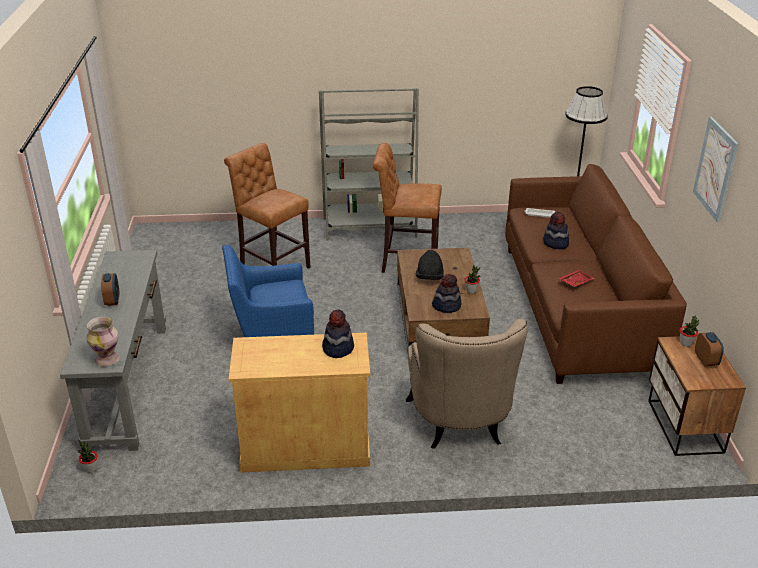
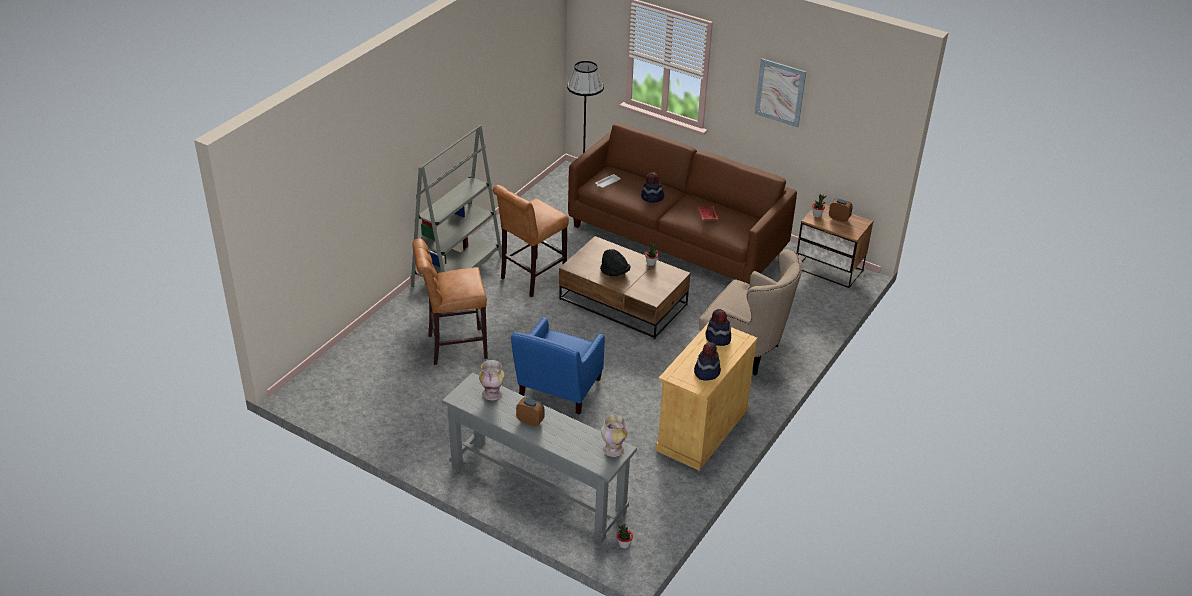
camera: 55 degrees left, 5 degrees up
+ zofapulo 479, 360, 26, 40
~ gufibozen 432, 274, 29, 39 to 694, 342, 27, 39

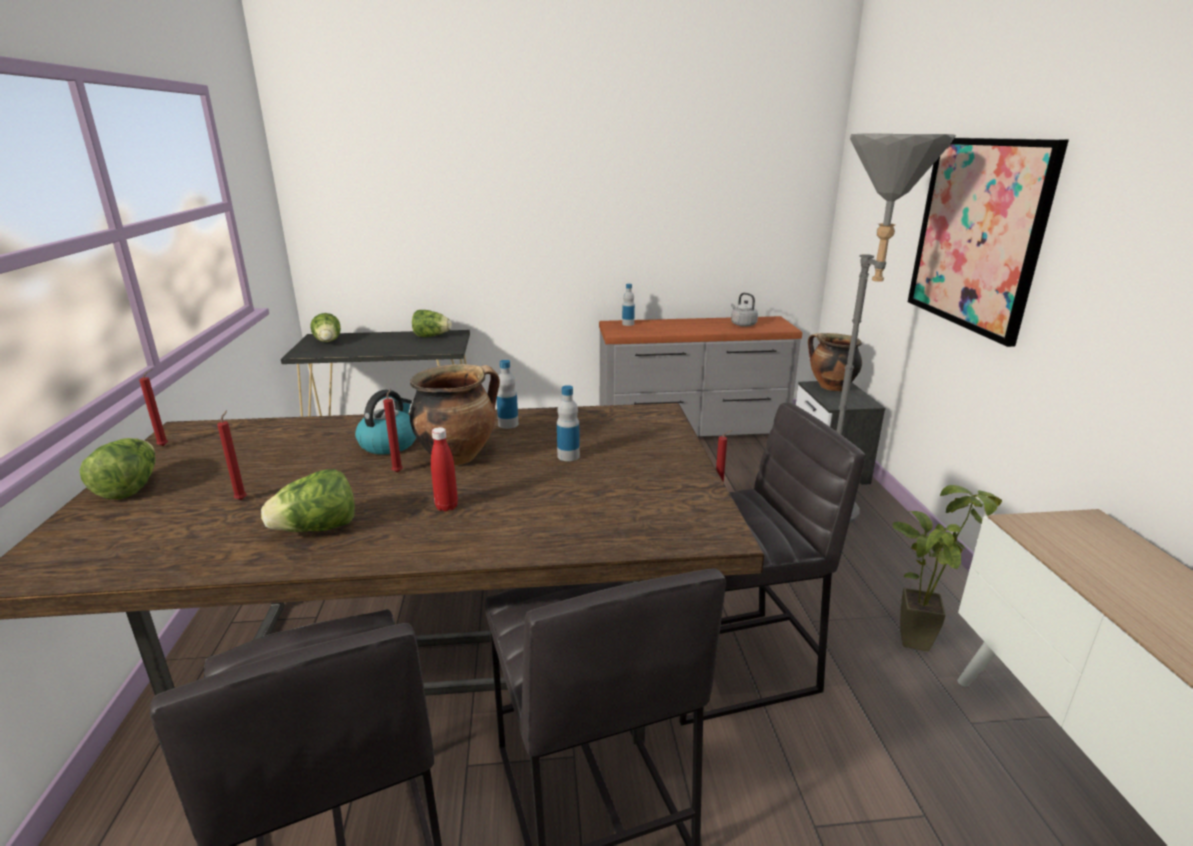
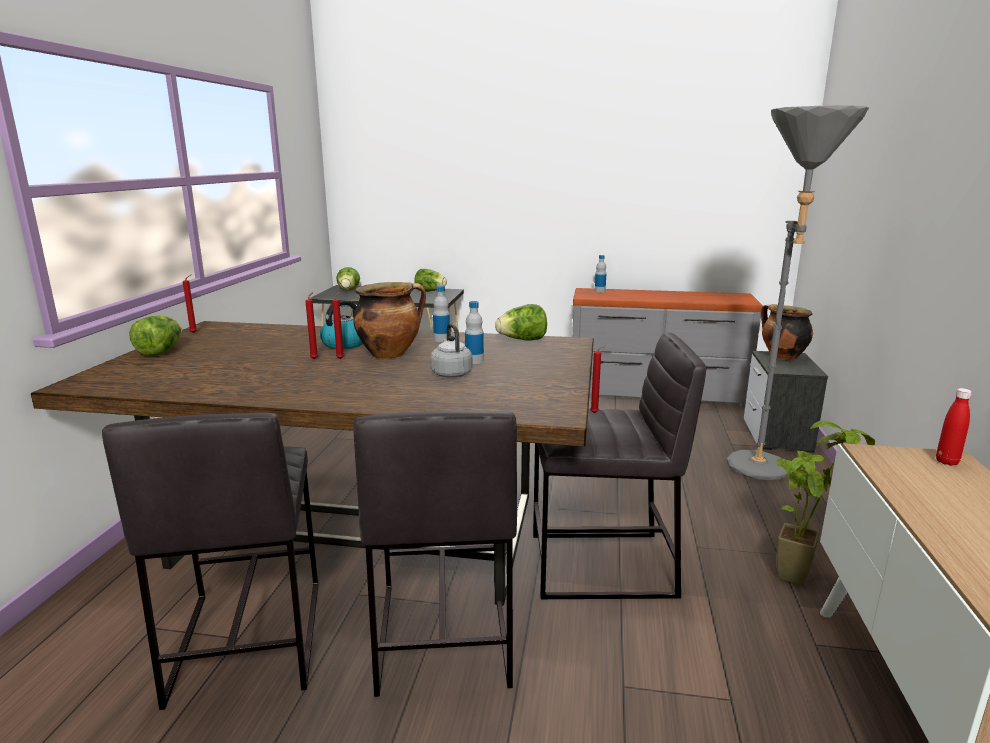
camera: 15 degrees right, 5 degrees down
- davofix 908, 138, 161, 209
~ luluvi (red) 217, 410, 30, 90 to 305, 292, 13, 67
~ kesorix 261, 469, 94, 63 to 495, 304, 52, 37
~ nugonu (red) 431, 427, 27, 85 to 936, 388, 36, 78
~ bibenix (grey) 731, 293, 27, 34 to 431, 323, 41, 55

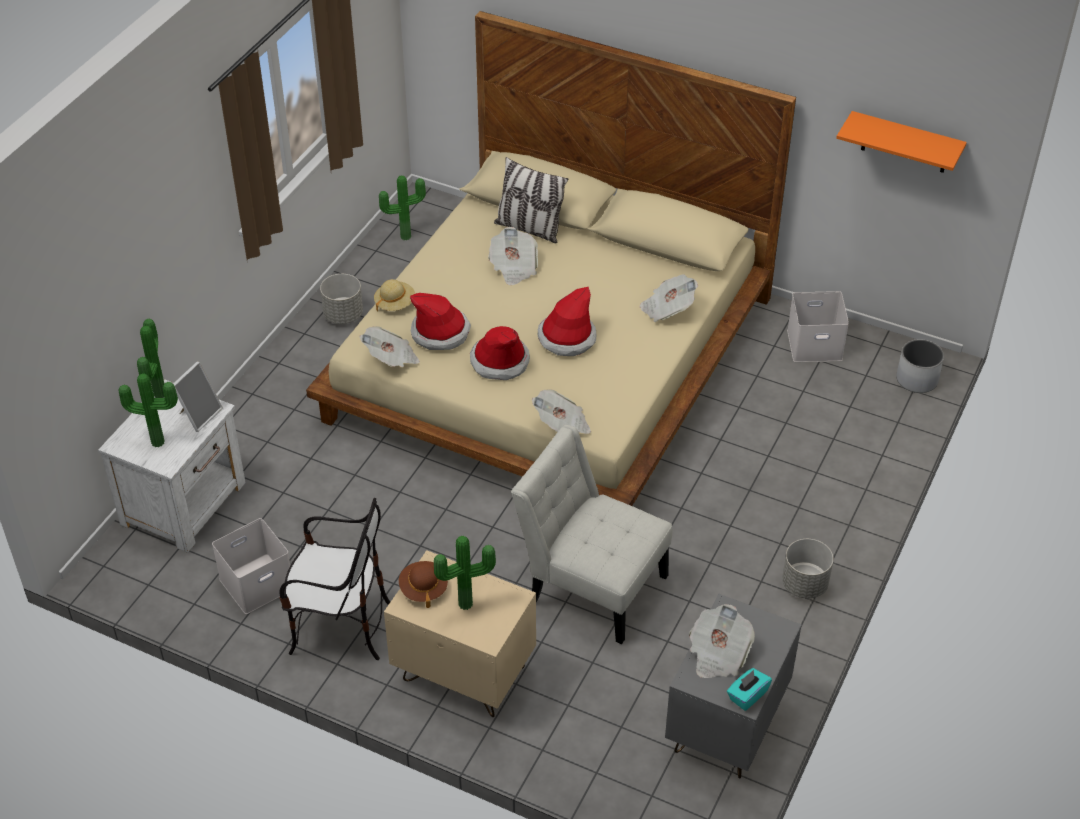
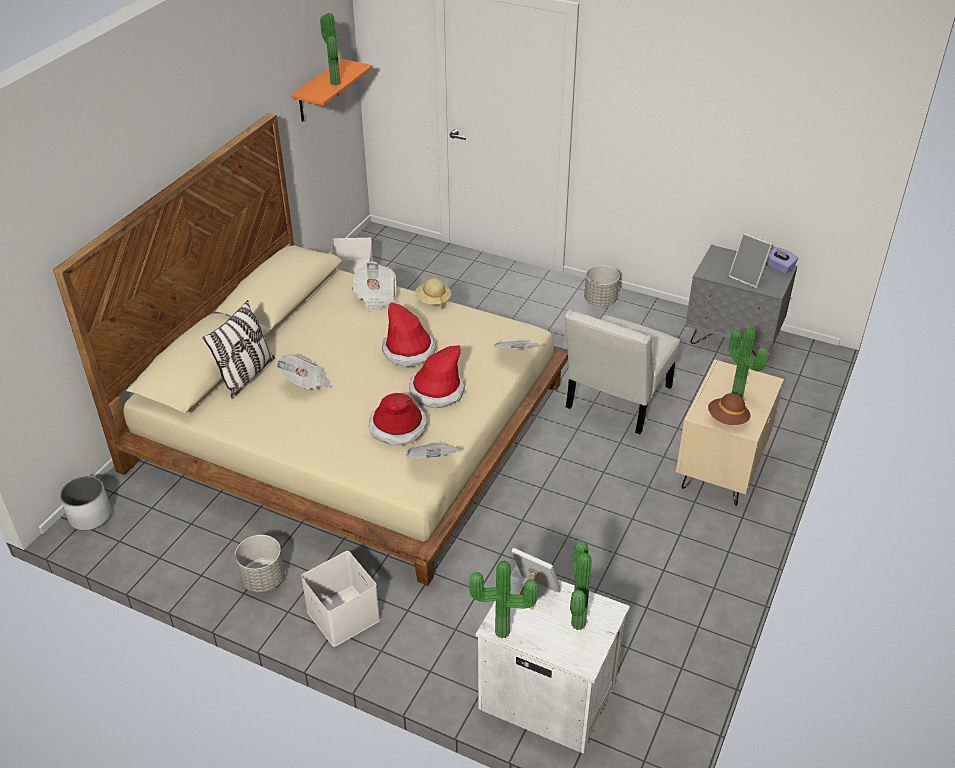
camera: 90 degrees left, 5 degrees down
- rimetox 280, 498, 110, 162
~ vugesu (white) 212, 518, 78, 96 to 301, 551, 79, 96
~ gufibozen (beige) 374, 279, 41, 33 to 415, 278, 36, 31
~ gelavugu 379, 175, 47, 65 to 320, 13, 20, 73
~ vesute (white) 896, 339, 48, 54 to 60, 476, 51, 54
~ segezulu 689, 604, 66, 74 to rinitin 728, 233, 44, 55
~ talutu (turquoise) 727, 668, 45, 43 to talutu (purple) 766, 247, 32, 27

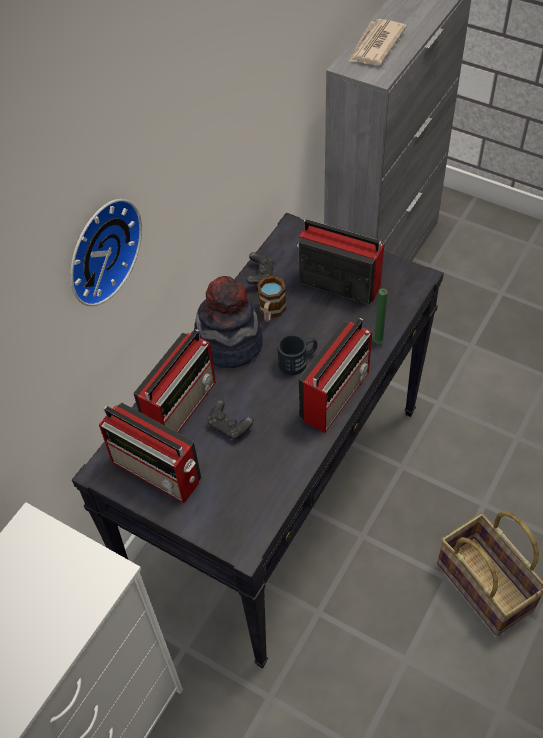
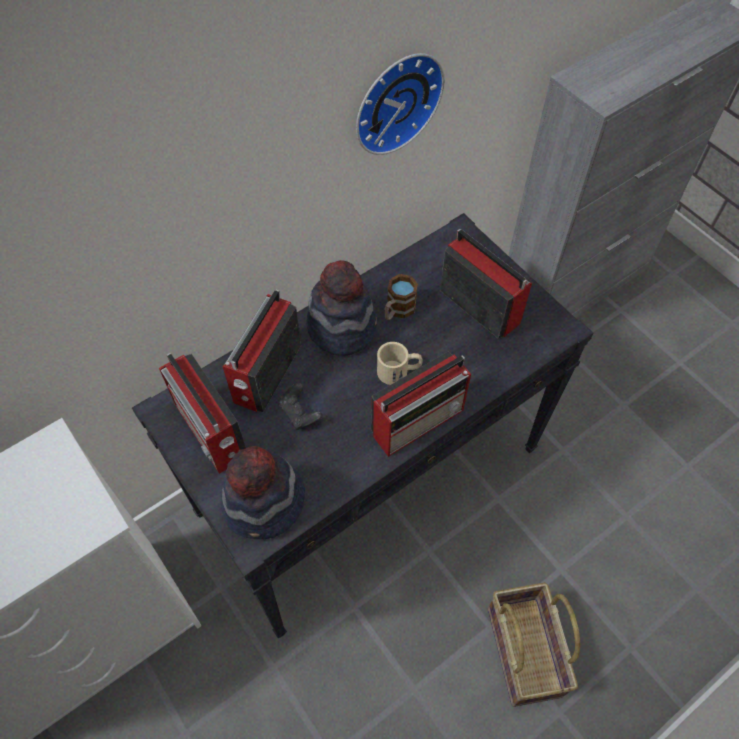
camera: 20 degrees right, 5 degrees up
- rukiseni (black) 246, 252, 28, 33
- segezulu 348, 19, 59, 46
- luluvi (green) 373, 288, 15, 56
+ gufibozen 221, 446, 84, 93
~ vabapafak 70, 199, 72, 107 to 356, 53, 89, 102
~ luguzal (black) 277, 334, 40, 41 to luguzal (beige) 377, 342, 45, 43
~ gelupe 134, 329, 82, 104 = 223, 289, 78, 123 150 degrees clockwise

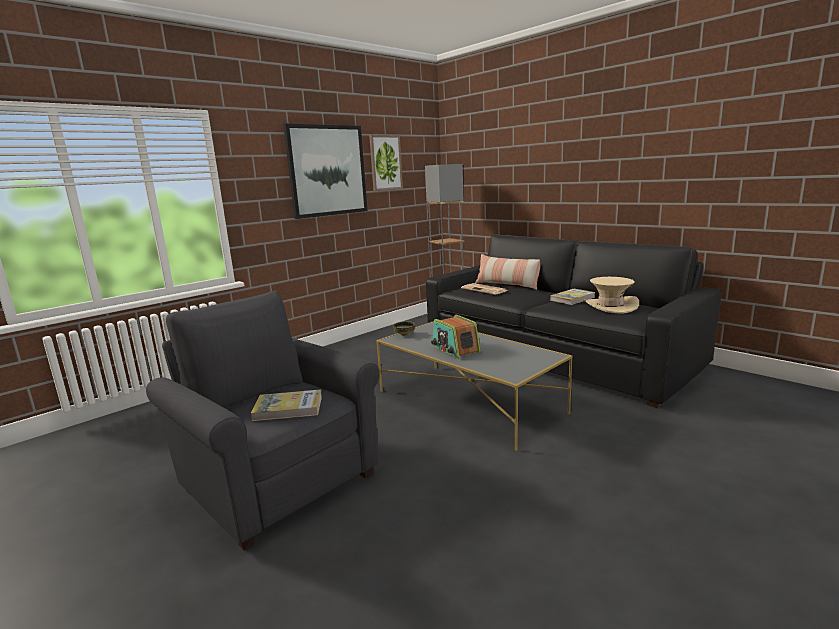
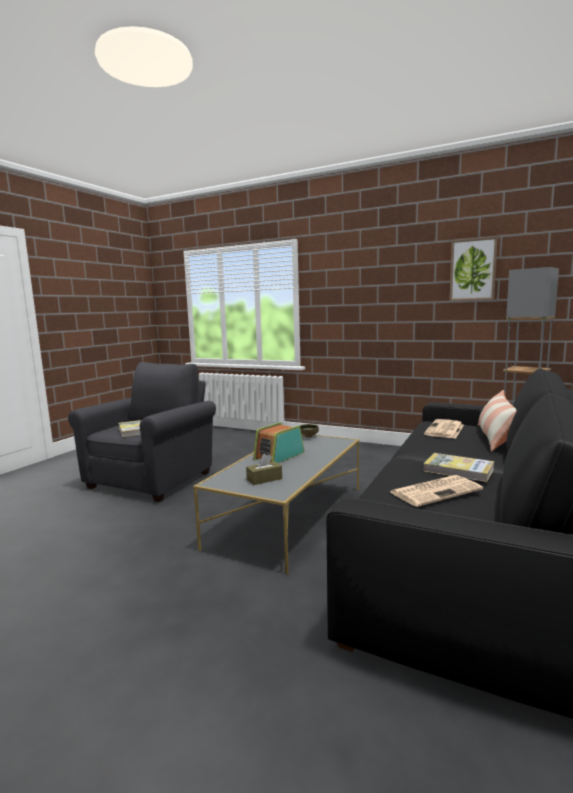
camera: 70 degrees right, 5 degrees down
- davofix 283, 124, 85, 95
+ talutu (brown) 246, 454, 36, 31
~ gufibozen (beige) 583, 277, 56, 37 to segezulu 390, 475, 93, 32

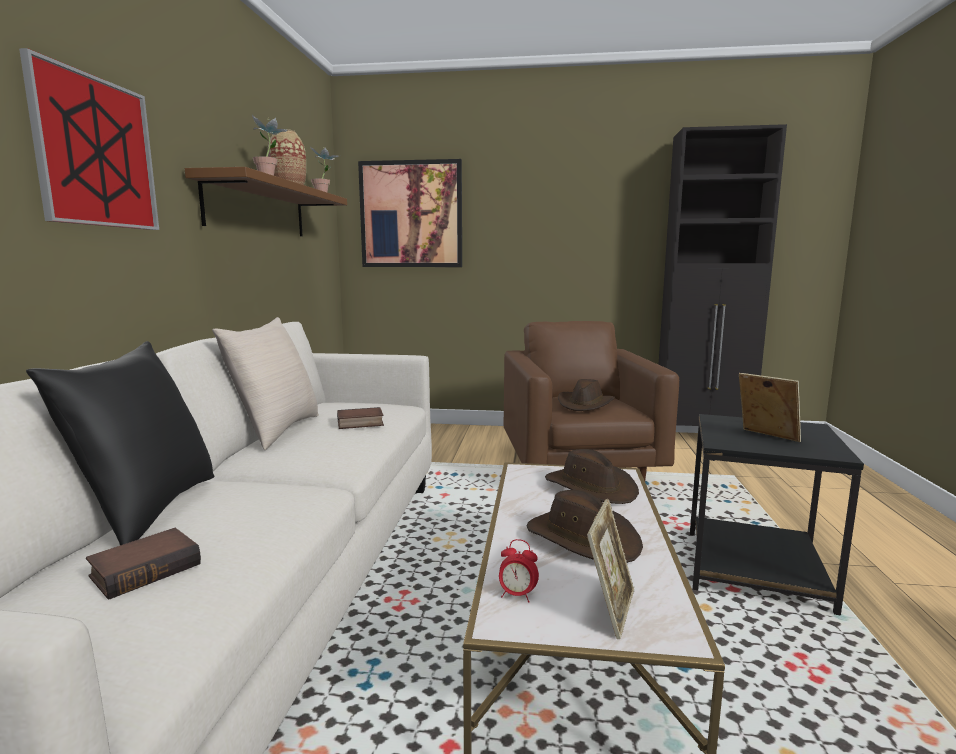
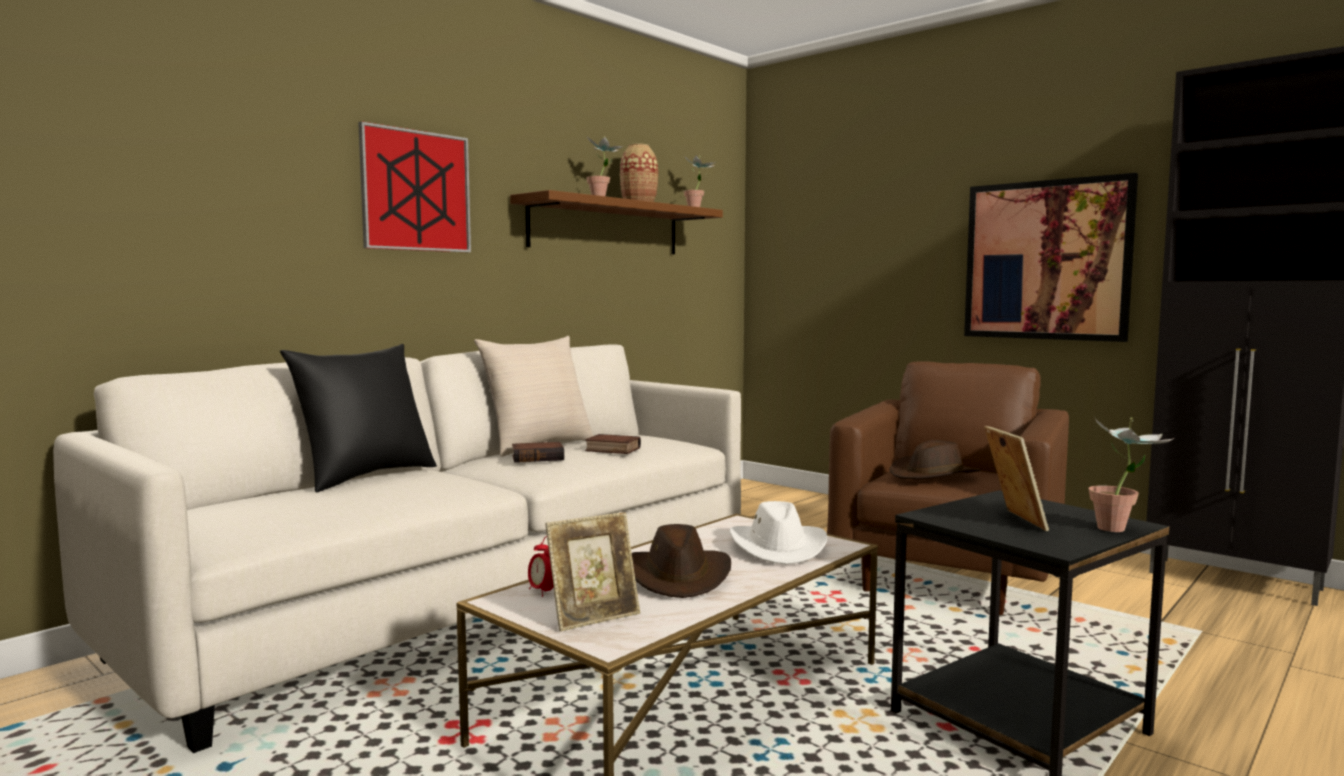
camera: 35 degrees right, 5 degrees down
+ gelavugu 1088, 417, 86, 115
~ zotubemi 86, 528, 115, 71 to 512, 442, 52, 21
~ davofix 358, 159, 104, 108 to 964, 173, 174, 169
~ gufibozen (brown) 545, 449, 94, 55 to gufibozen (white) 730, 501, 97, 63

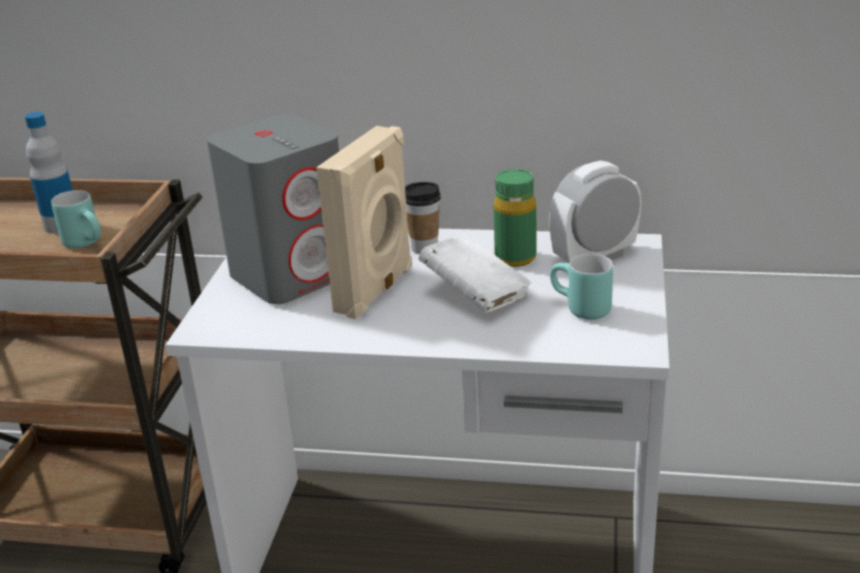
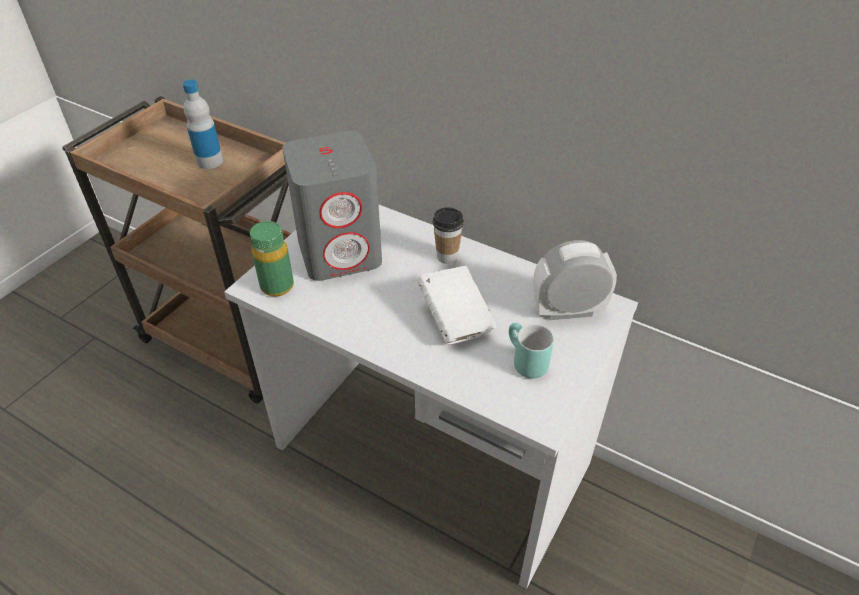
camera: 20 degrees right, 15 degrees up
- luguzal (turquoise) 51, 190, 50, 58
- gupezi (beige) 316, 126, 96, 193
~ nugonu (green) 494, 169, 42, 98 to 250, 221, 44, 76

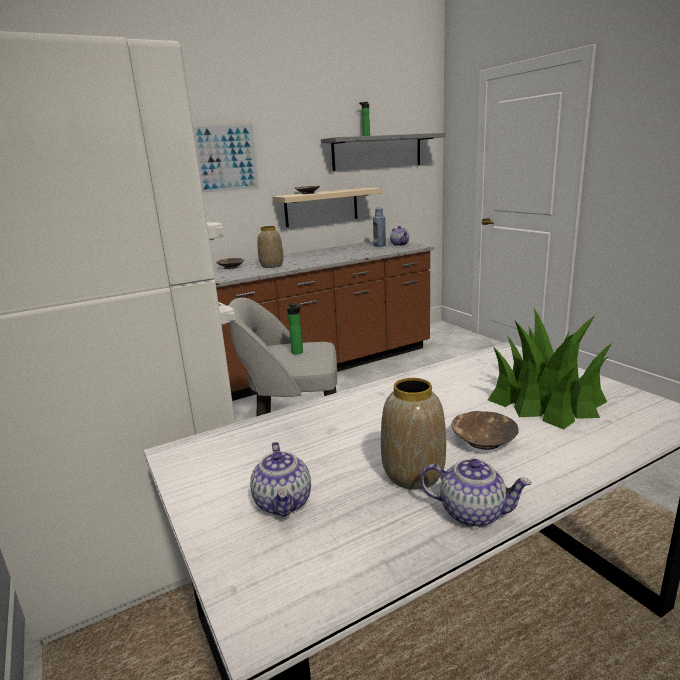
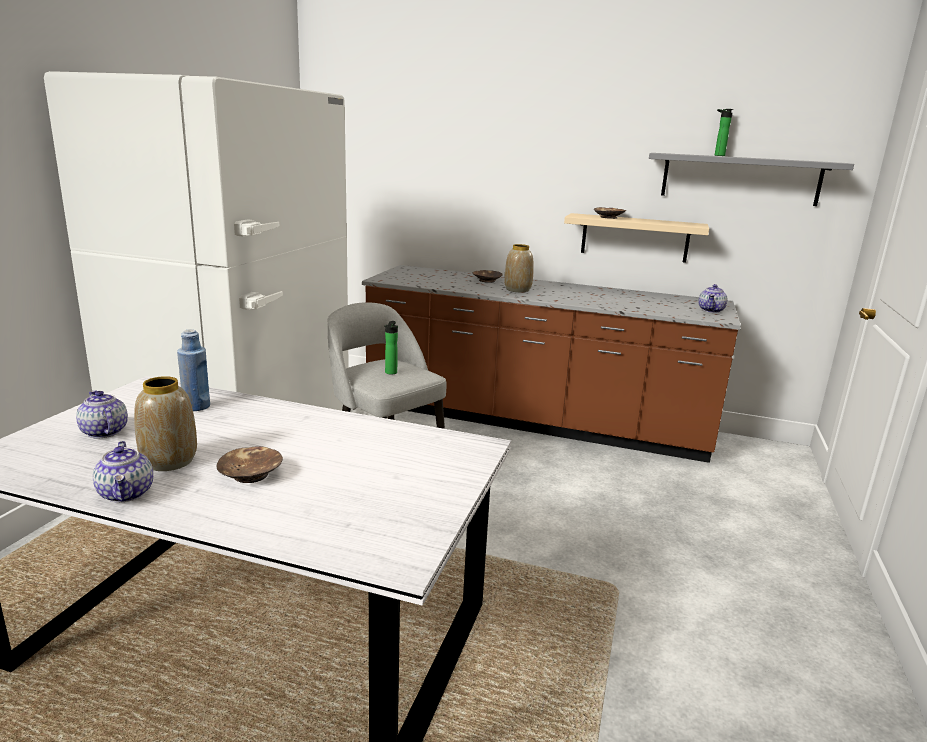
camera: 45 degrees right, 0 degrees up
- davofix 193, 123, 67, 72
- gelavugu 488, 309, 125, 121
~ nugonu (blue) 373, 207, 13, 40 to 177, 329, 33, 82
~ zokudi 250, 442, 61, 75 = 76, 391, 52, 48 105 degrees clockwise

